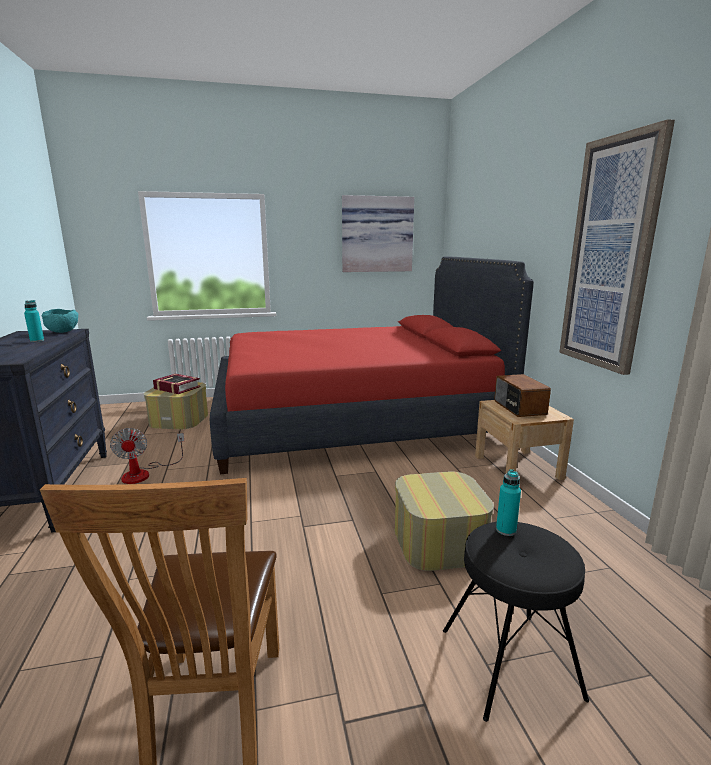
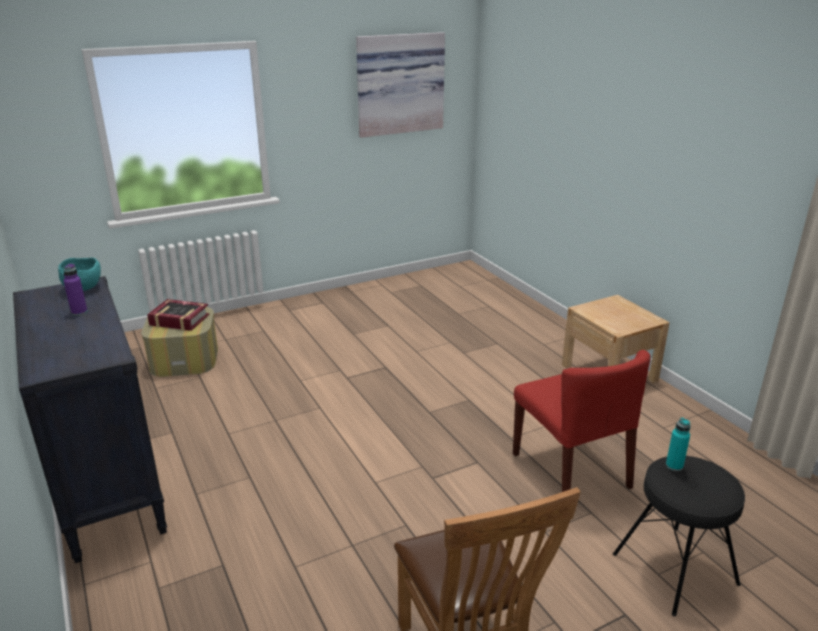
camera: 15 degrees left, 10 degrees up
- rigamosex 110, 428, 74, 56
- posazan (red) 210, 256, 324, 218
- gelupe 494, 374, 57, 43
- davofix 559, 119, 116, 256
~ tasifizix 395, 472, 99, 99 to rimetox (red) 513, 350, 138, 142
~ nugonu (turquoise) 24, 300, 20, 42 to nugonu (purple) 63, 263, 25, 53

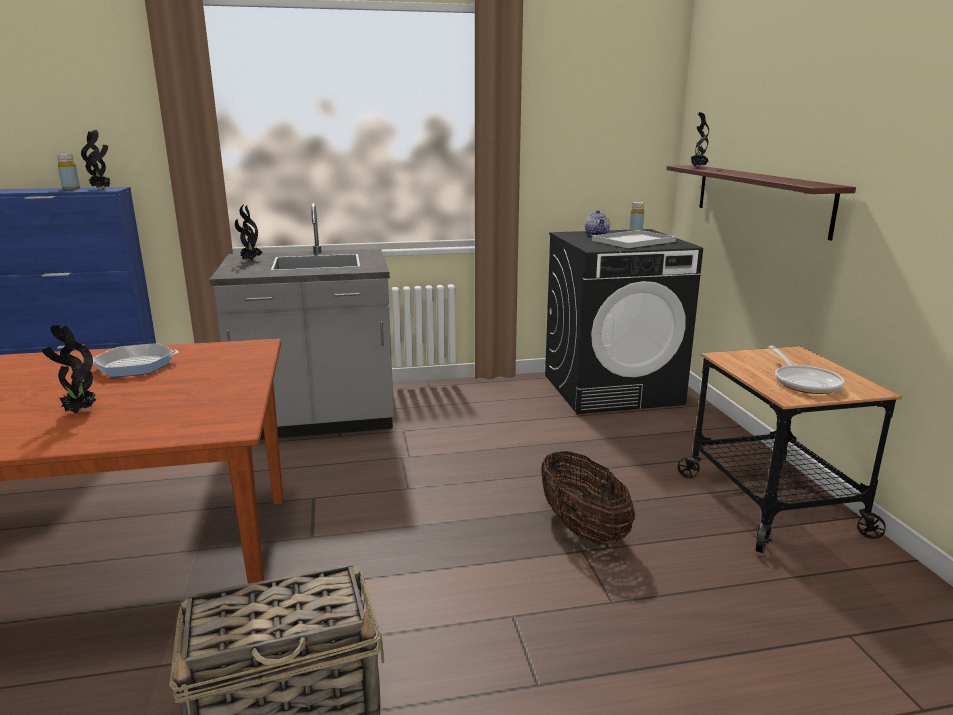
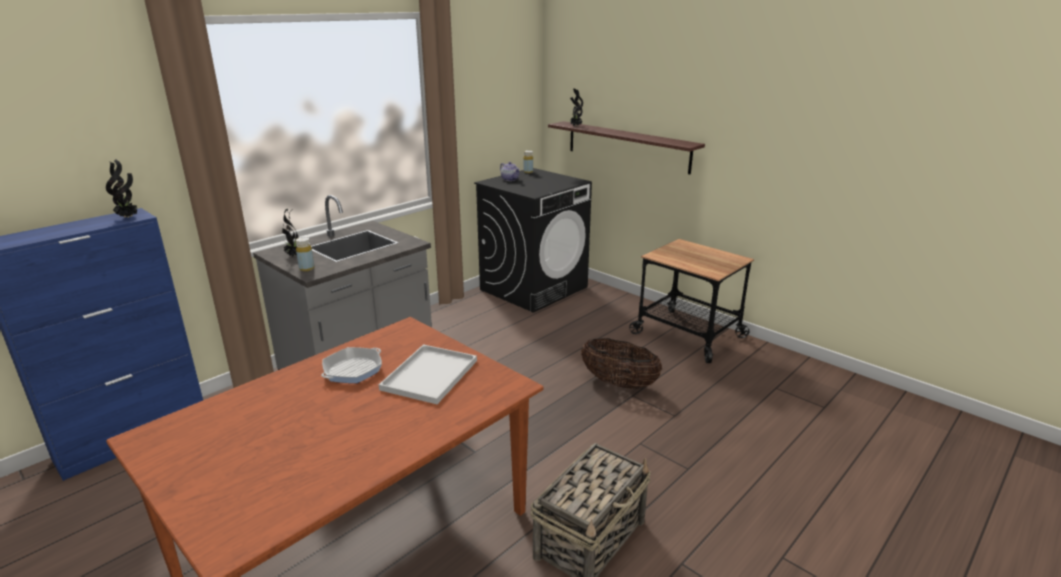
camera: 35 degrees left, 5 degrees up
- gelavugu 42, 325, 54, 89
- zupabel 769, 346, 75, 48
~ nugonu (yellow) 57, 153, 23, 37 to 295, 237, 19, 34
~ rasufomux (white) 592, 230, 84, 18 to 379, 344, 98, 60

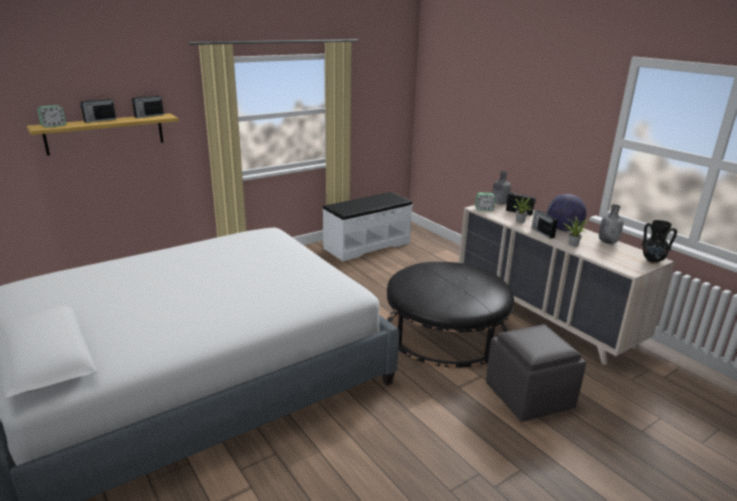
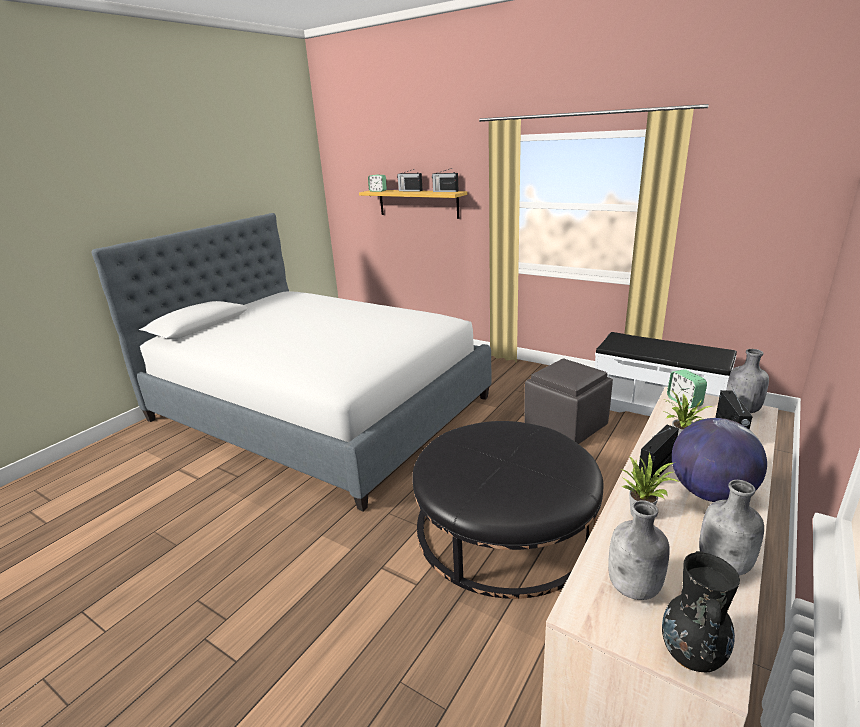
camera: 70 degrees right, 0 degrees up
+ nugonu (grey) 608, 500, 62, 100
~ tasifizix (grey) 486, 324, 100, 98 to 524, 359, 89, 85

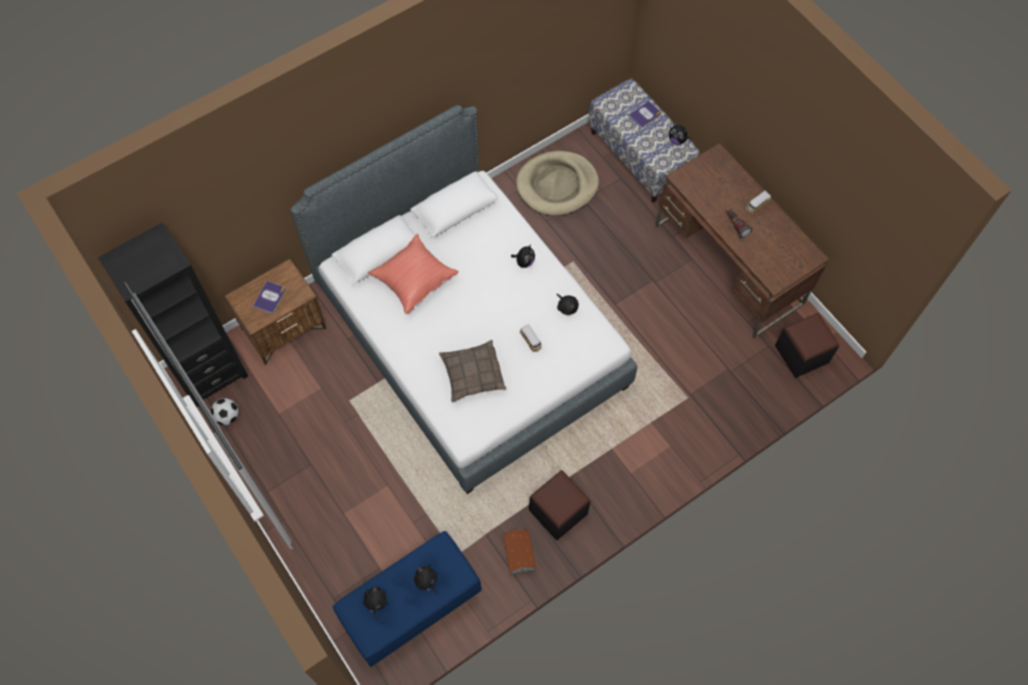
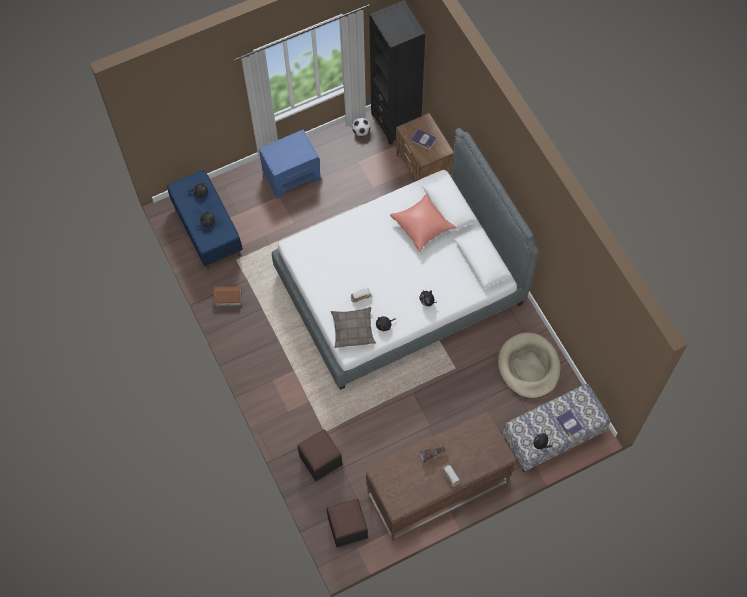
camera: 100 degrees right, 0 degrees up
+ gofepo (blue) 259, 129, 62, 69
~ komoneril 439, 340, 67, 63 to 331, 307, 45, 41
~ tasifizix (black) 529, 470, 62, 70 to 297, 429, 45, 52

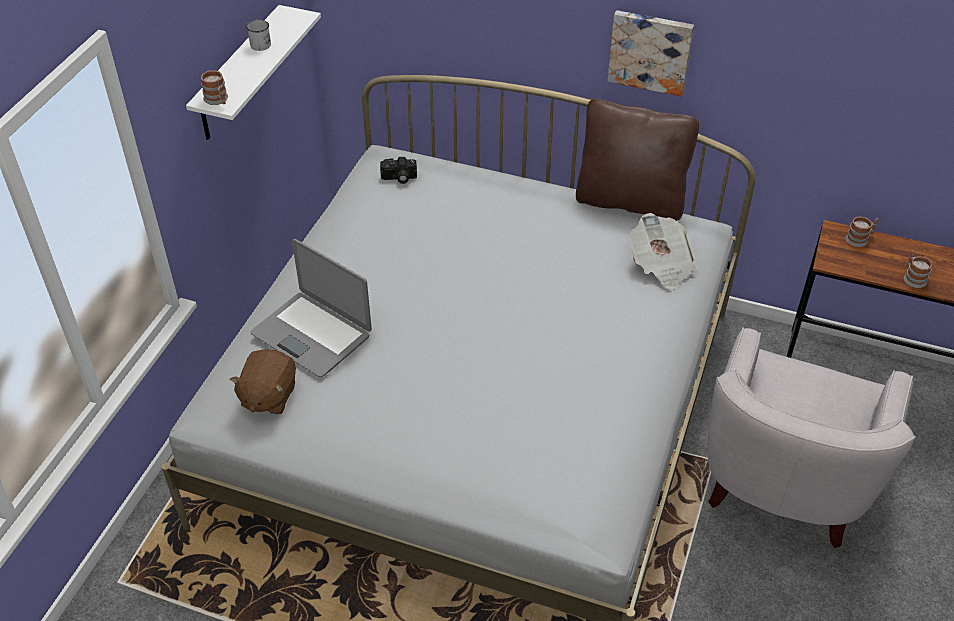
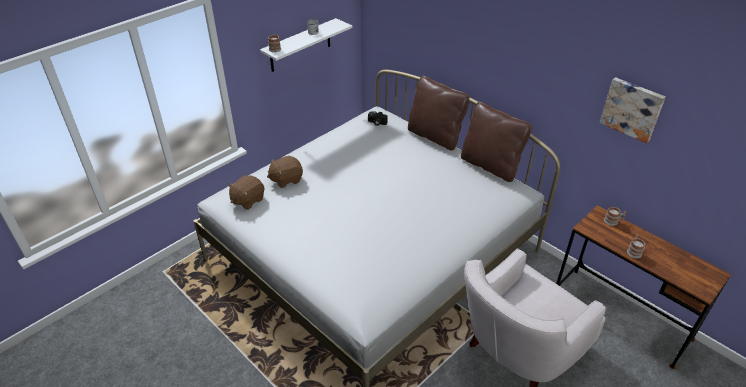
camera: 25 degrees right, 5 degrees down
- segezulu 630, 213, 66, 77
+ komoneril (brown) 408, 76, 62, 75
~ davofix 607, 10, 87, 86 to 600, 77, 66, 66
~ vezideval 251, 239, 121, 138 to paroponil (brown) 267, 156, 36, 32

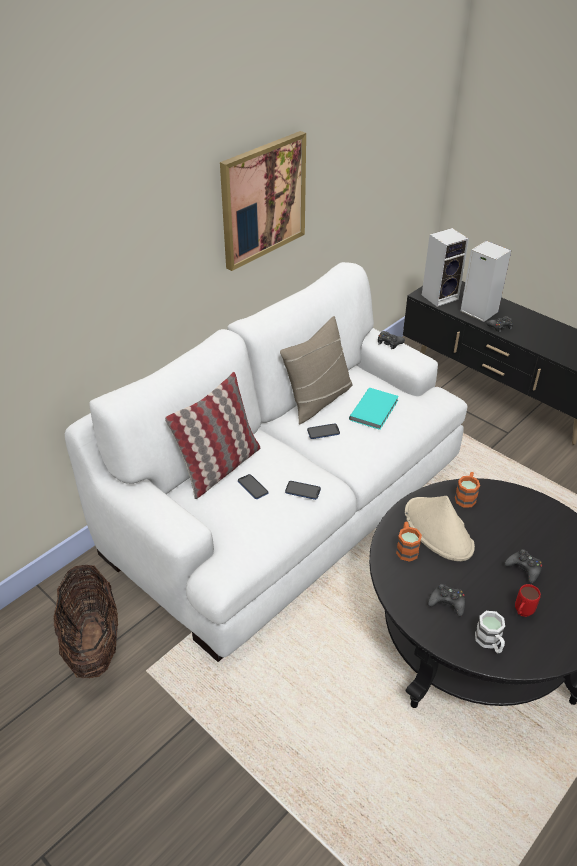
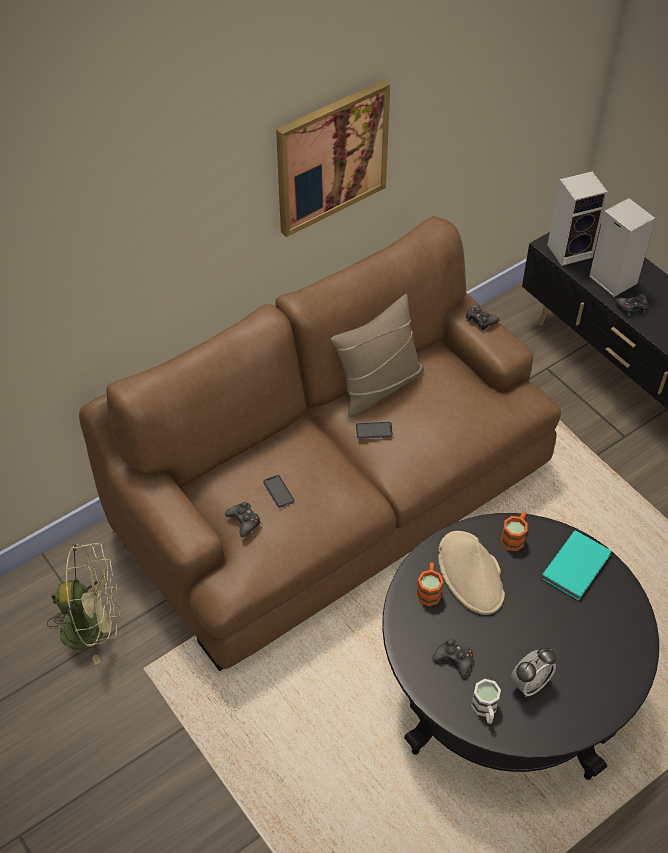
camera: 10 degrees right, 10 degrees up
- komoneril 165, 372, 95, 127
- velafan 285, 481, 36, 19
~ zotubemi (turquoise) 349, 388, 50, 42 to 541, 531, 71, 70
~ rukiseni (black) 504, 549, 38, 34 to 225, 502, 35, 35
~ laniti 53, 565, 65, 113 to rigamosex (green) 47, 543, 73, 122
~ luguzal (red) 515, 584, 26, 33 to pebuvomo 510, 647, 46, 50
~ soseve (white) 65, 262, 403, 400 to soseve (brown) 79, 216, 482, 455

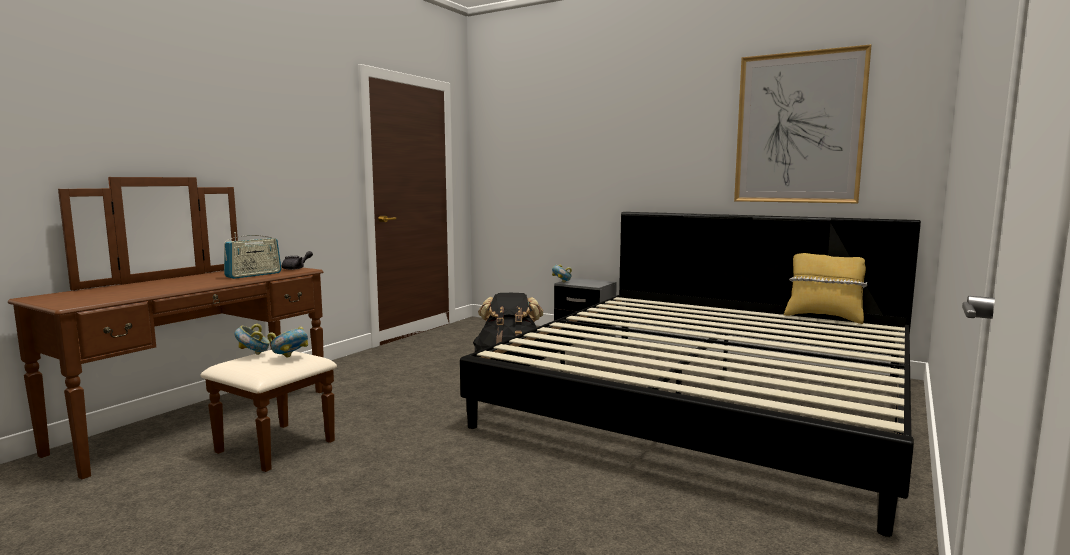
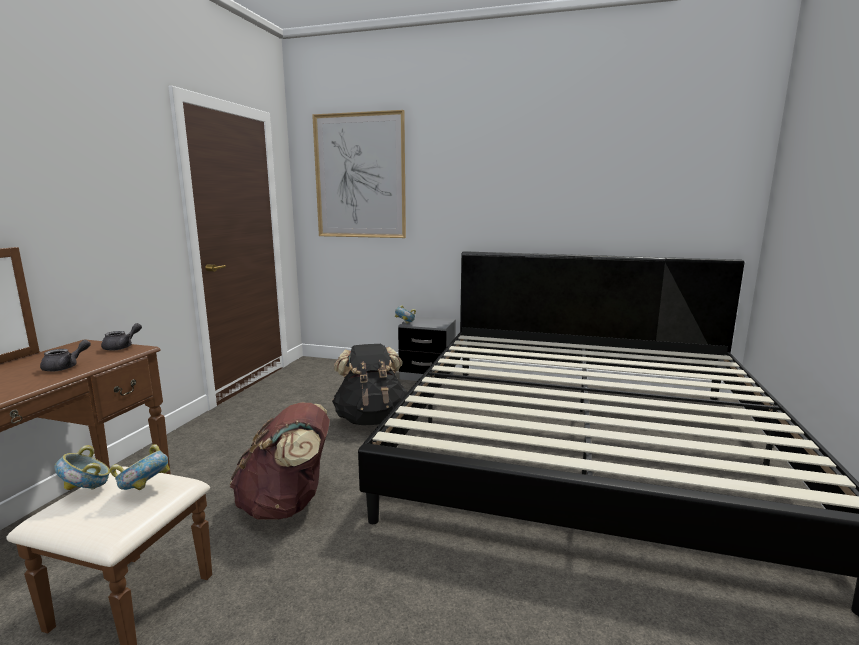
camera: 15 degrees left, 5 degrees up
- komoneril (yellow) 784, 253, 83, 71
+ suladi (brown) 230, 402, 100, 117
~ davofix 734, 44, 137, 159 to 312, 110, 94, 128
~ gelupe 224, 232, 57, 47 to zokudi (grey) 40, 340, 51, 31

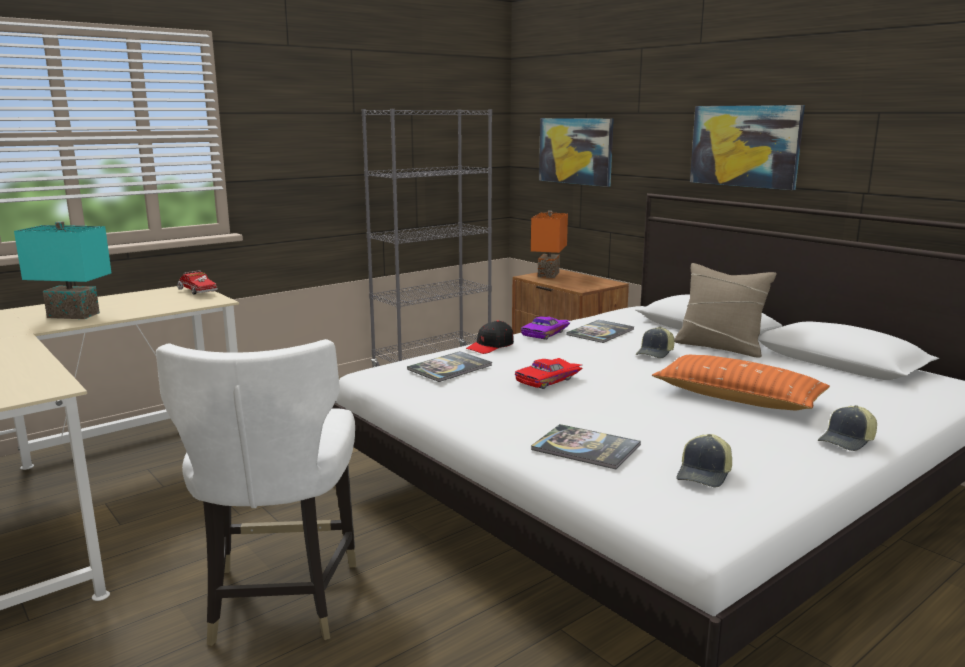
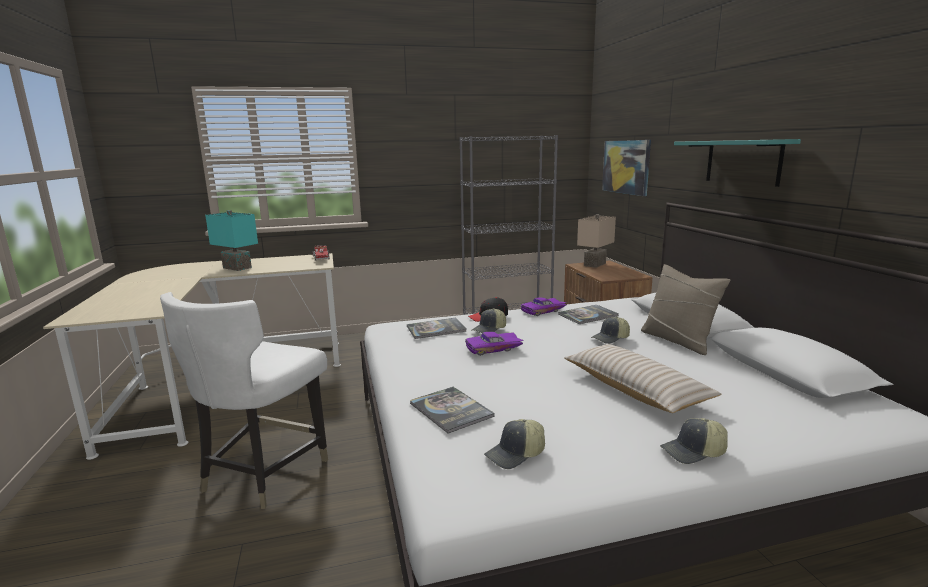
camera: 25 degrees right, 0 degrees up
+ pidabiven 471, 308, 35, 25
~ davofix 690, 105, 115, 85 to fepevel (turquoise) 674, 139, 127, 48
~ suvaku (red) 515, 358, 67, 31 to suvaku (purple) 465, 332, 59, 24
~ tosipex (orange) 531, 211, 37, 67 to tosipex (beige) 577, 214, 39, 54
~ komoneril (orange) 652, 355, 178, 55 to komoneril (beige) 564, 344, 157, 69

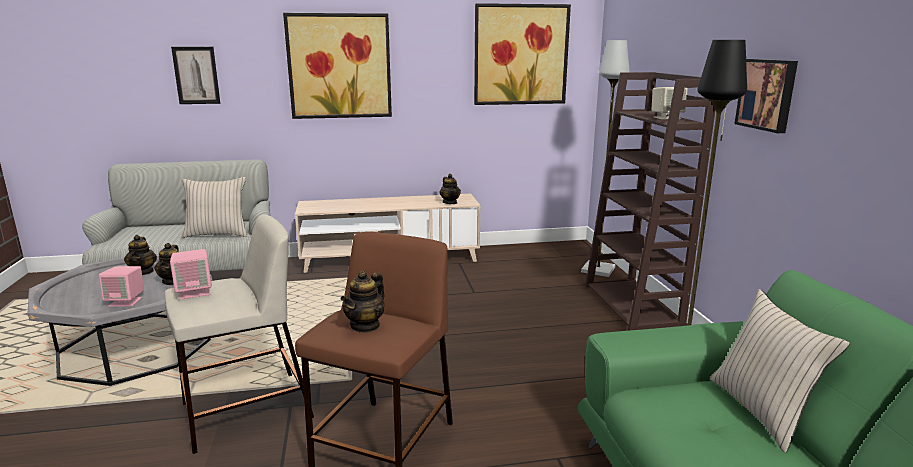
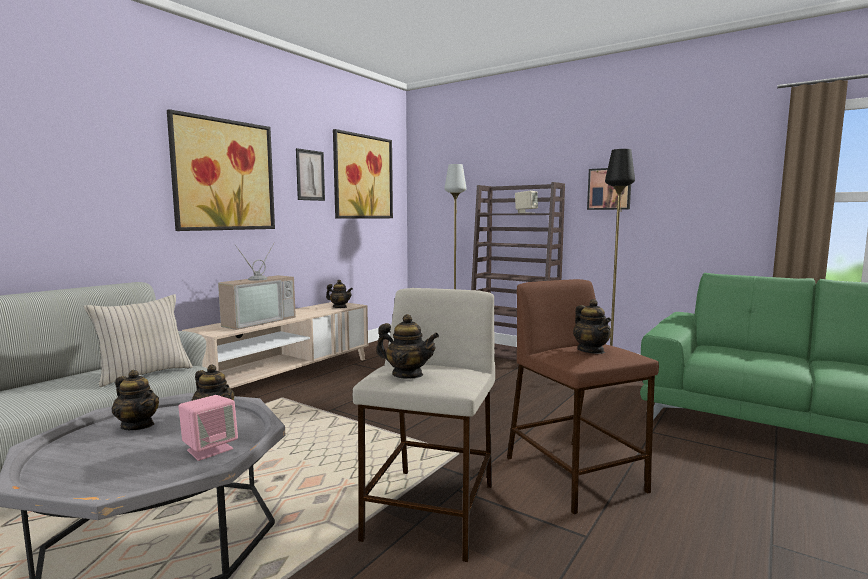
camera: 45 degrees left, 10 degrees down
- komoneril (beige) 710, 289, 140, 164
+ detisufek 218, 242, 78, 88
~ davofix 171, 47, 49, 57 to 296, 148, 29, 53
~ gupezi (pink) 170, 249, 42, 51 to zokudi 376, 314, 63, 65

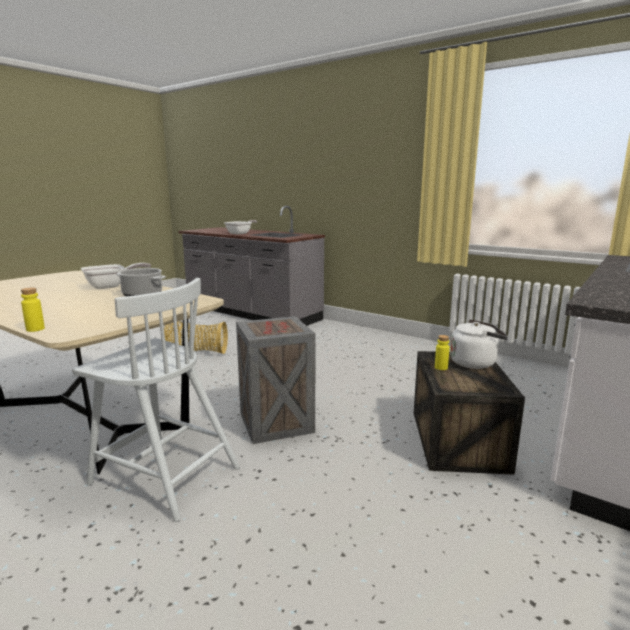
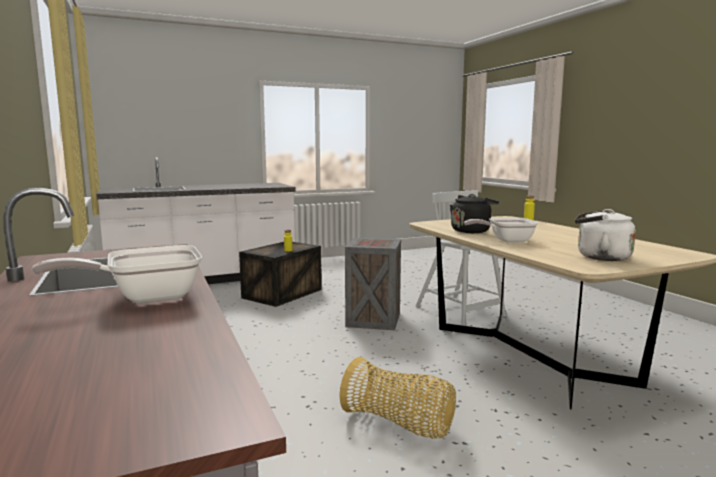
camera: 150 degrees left, 5 degrees down
~ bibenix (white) 450, 319, 58, 50 to 575, 209, 61, 52
~ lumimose 116, 268, 50, 28 to bibenix (black) 450, 194, 49, 39

